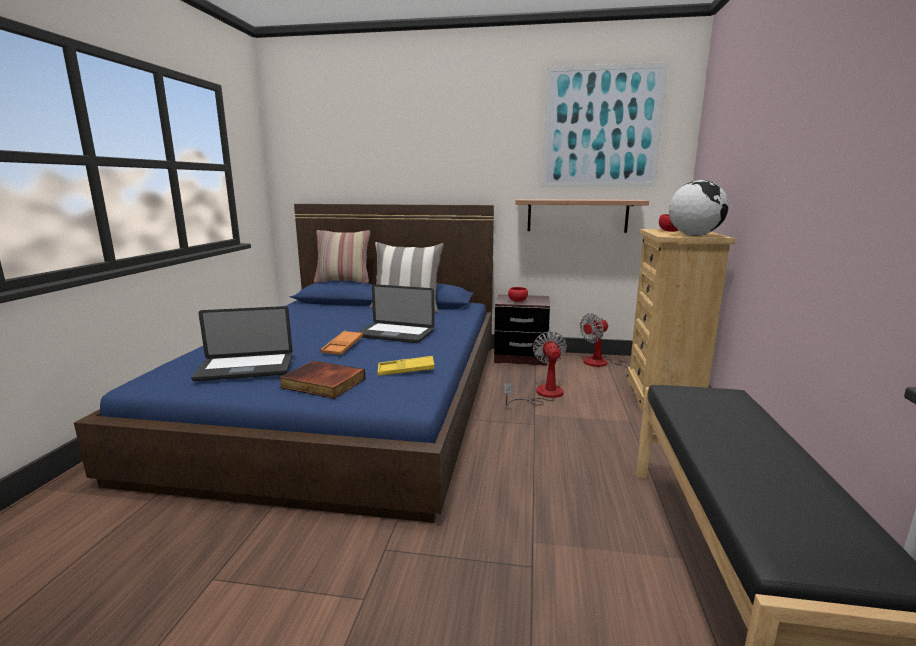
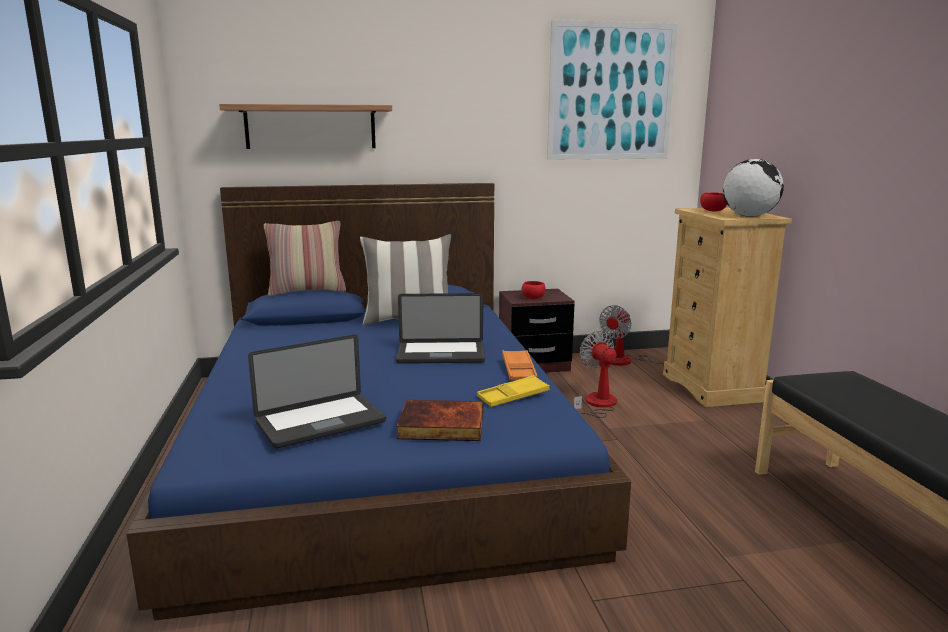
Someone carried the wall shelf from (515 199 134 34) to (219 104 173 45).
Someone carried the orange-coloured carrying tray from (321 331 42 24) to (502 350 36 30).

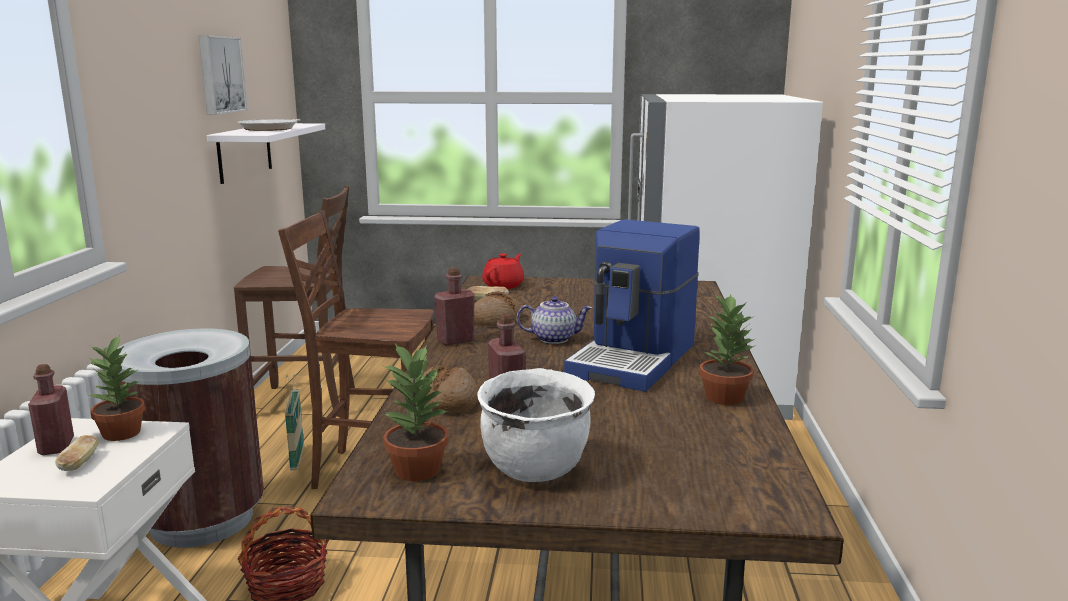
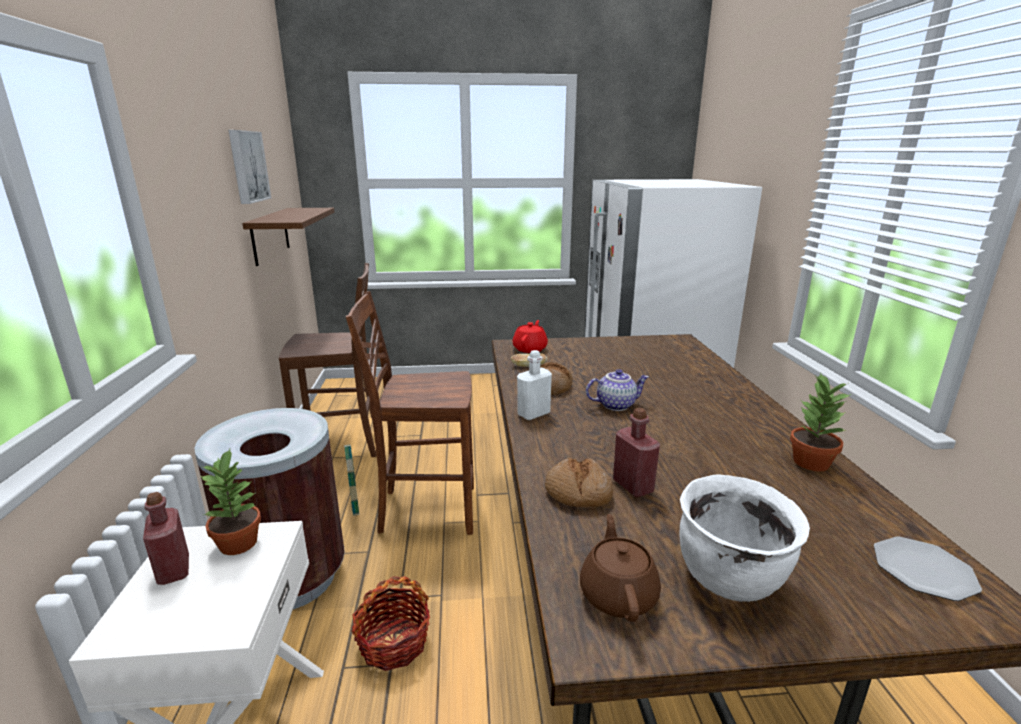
Someone repainted the white-coloured wall shelf at (207 123 118 61), which became the brownish wall shelf at (242 208 93 58).
Someone repainted the red bottle at (435 267 40 79), which became the white-coloured bottle at (517 350 35 70).
Someone swapped the potted plant at (383 343 66 138) for the brownish tea pot at (580 514 81 108).
Someone put down the flat dish at (874 536 108 65).
Someone took away the bakery bread at (55 435 44 36).
Someone took away the pan at (238 119 62 12).
Someone took away the coffee machine at (564 219 136 173).

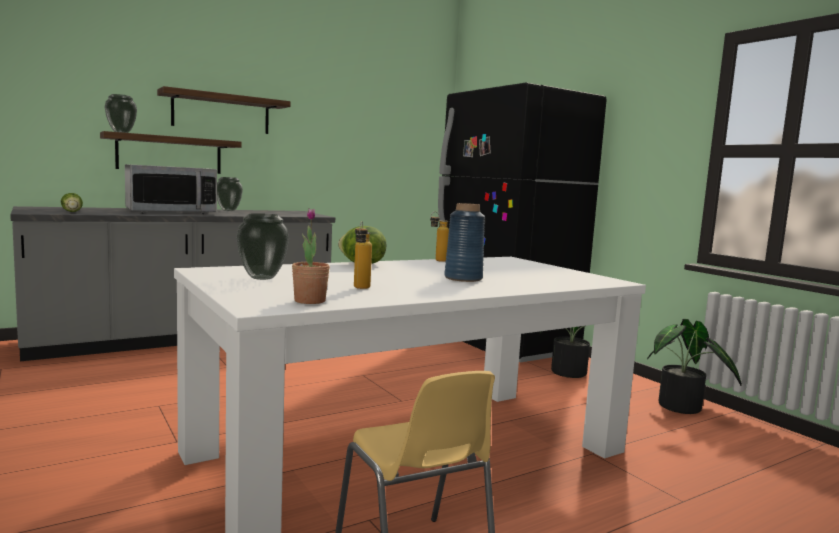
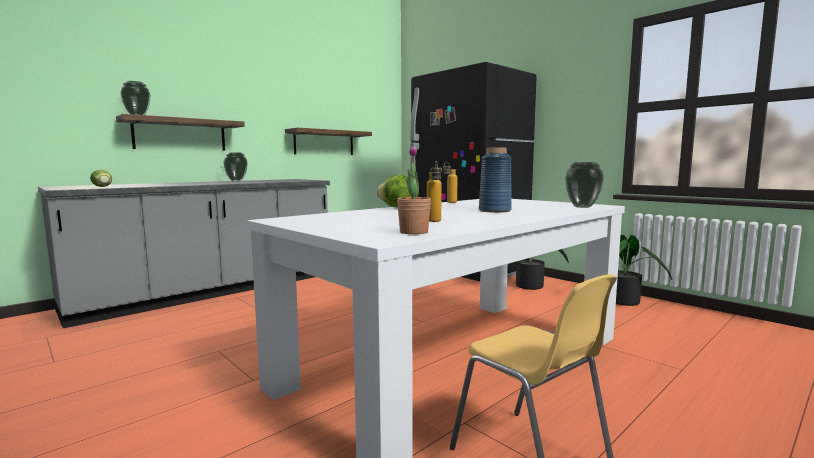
Someone carried the wall shelf from (157 86 134 48) to (285 128 87 27).
Someone carried the vase from (236 213 53 67) to (565 162 39 46).
Someone took away the microwave at (125 164 92 50).

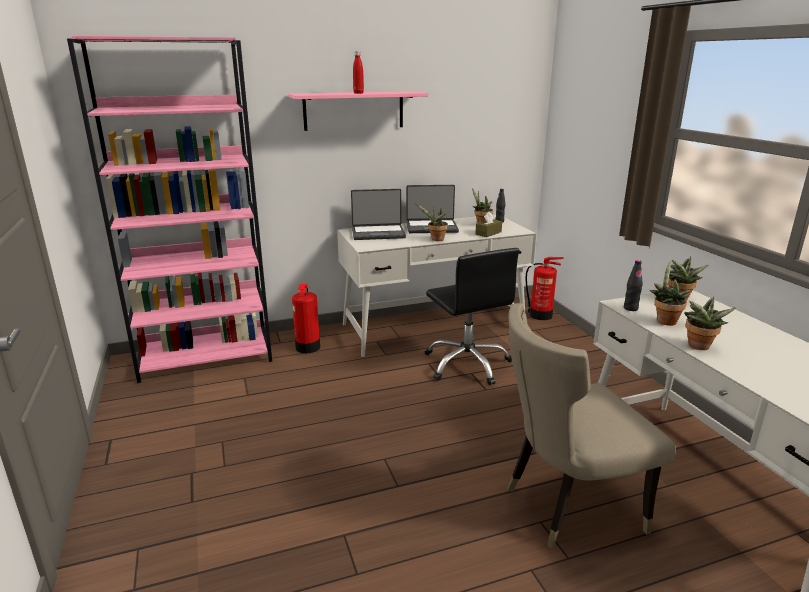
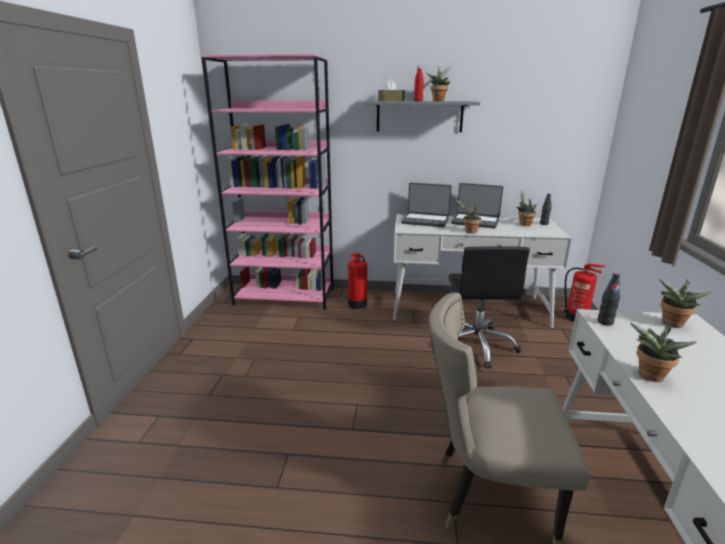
Someone repainted the pink-coloured wall shelf at (288 91 140 40), which became the gray wall shelf at (363 101 117 31).
Someone carried the brownish box of tissues from (475 212 27 25) to (378 79 27 22).
Someone carried the potted plant from (650 262 40 64) to (427 67 23 34).

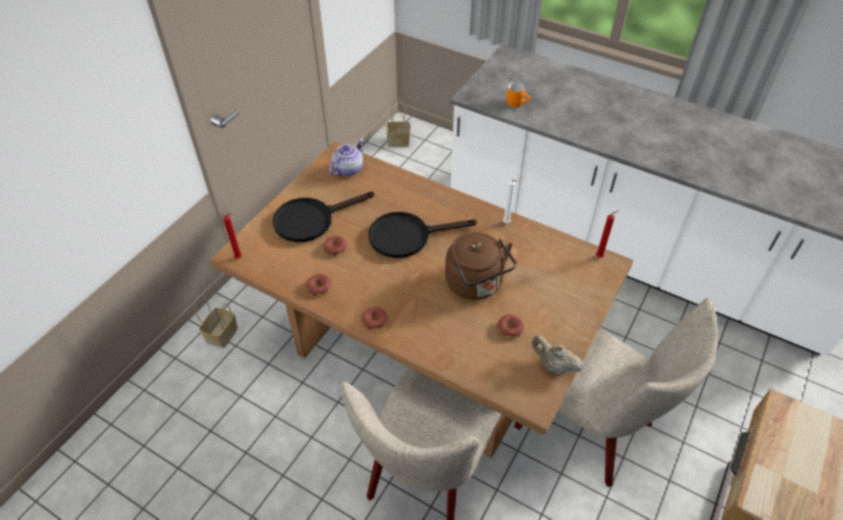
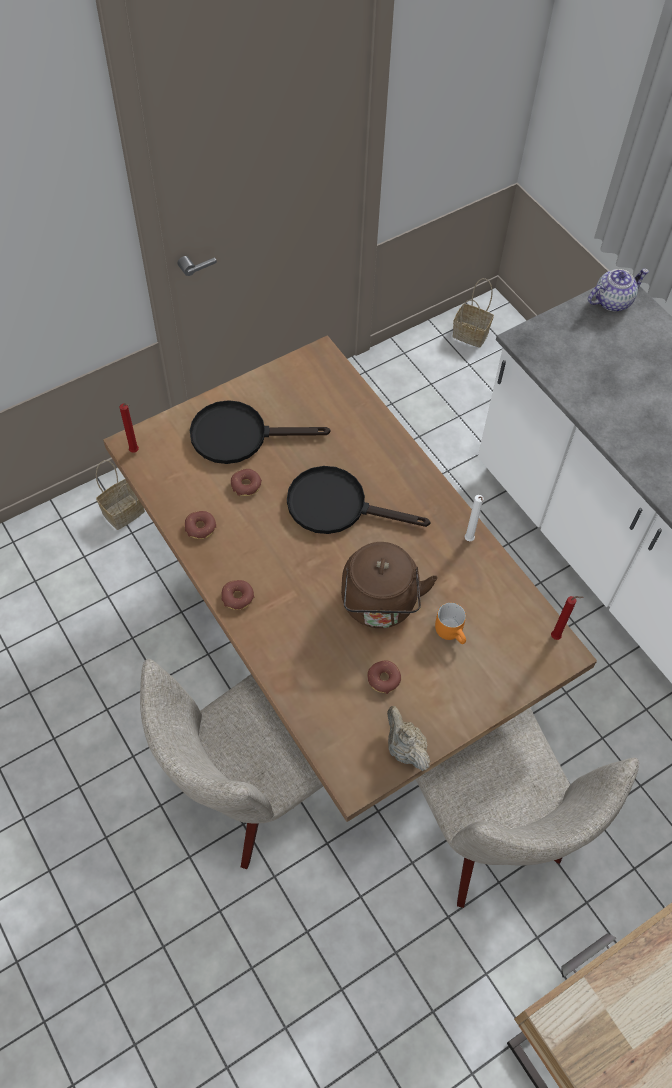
Someone carried the orange-coloured tea mug from (506 82 24 25) to (435 603 31 41).
Someone carried the tea pot from (329 139 35 37) to (588 269 61 42).

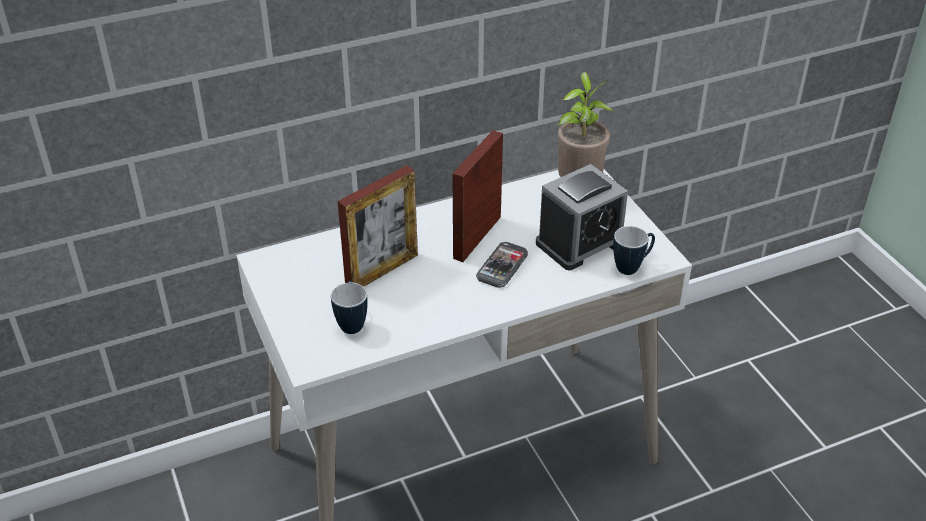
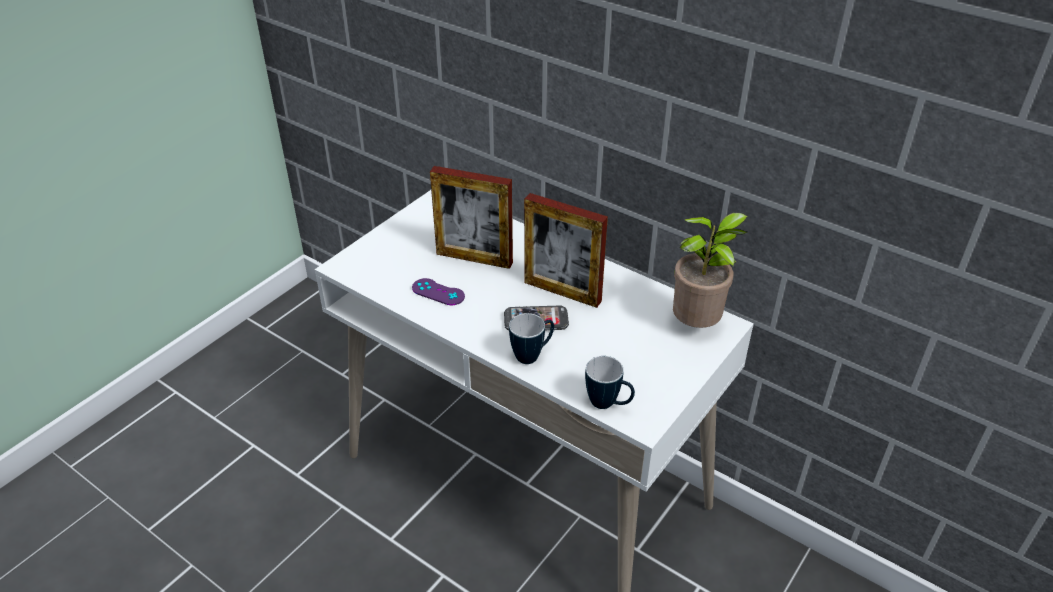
Someone put down the purple-coloured gamepad at (412 278 53 27).
Someone carried the tea mug from (331 281 37 53) to (509 313 45 51).
Someone rotated the picture frame at (452 130 51 132) by 150 degrees counterclockwise.
Someone took away the alarm clock at (536 164 92 106).

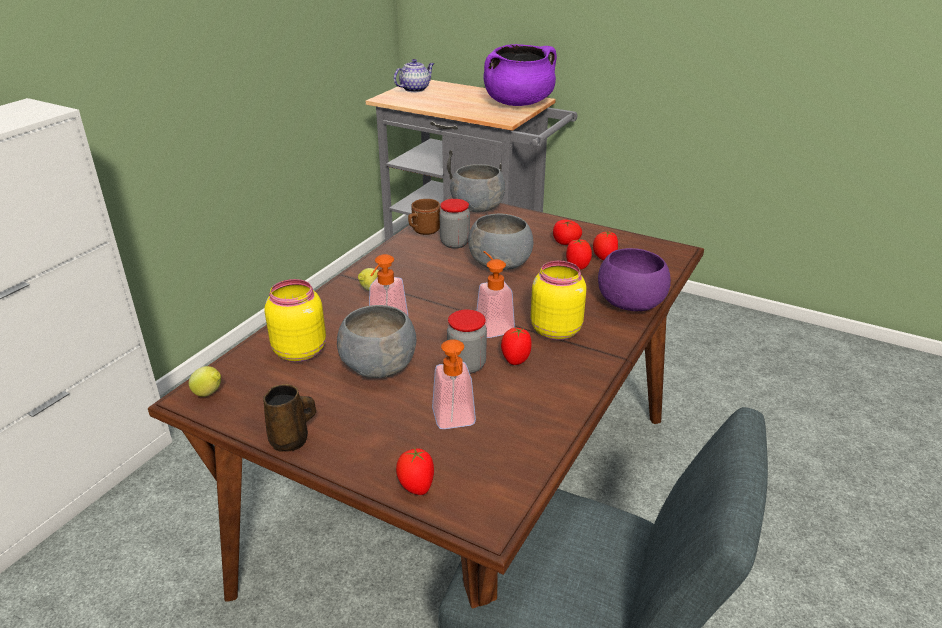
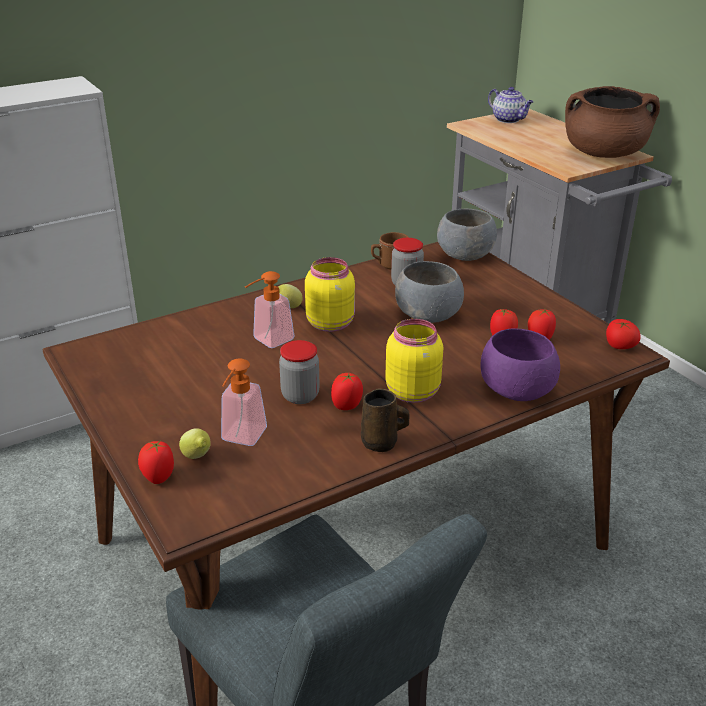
Someone carried the lemon from (189 366 32 31) to (179 428 32 31).
Someone carried the yellow jar from (264 279 62 83) to (305 257 50 75).
Someone carried the brownish tea mug from (263 384 53 68) to (361 389 48 63).
Someone rotated the tea pot at (394 59 40 33) by 60 degrees clockwise.
Someone repainted the purple-coloured saucepot at (483 44 74 62), which became the brownish saucepot at (565 86 95 72).
Someone carried the whole tomato from (553 220 29 25) to (606 319 35 30).
Someone took away the gray bowl at (337 305 80 73).
Someone took away the soap dispenser at (476 251 39 87).

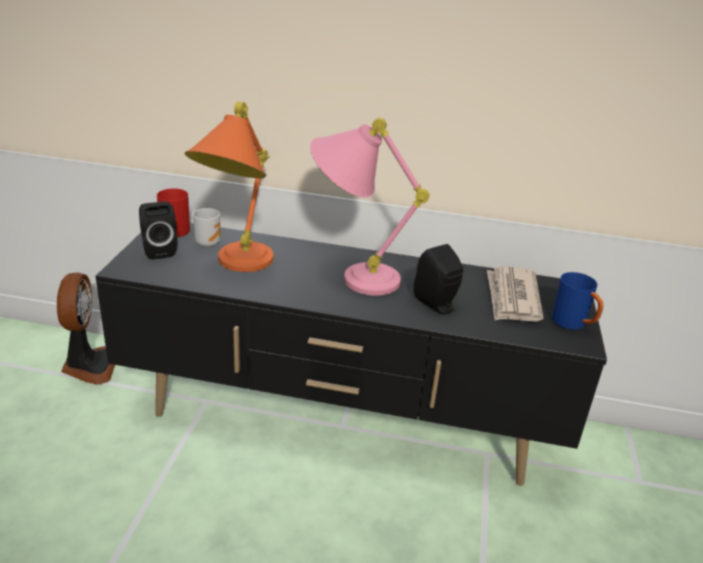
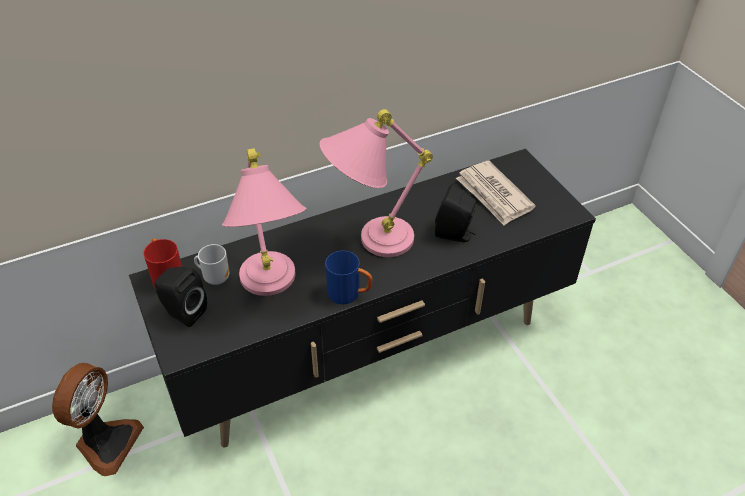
Someone rotated the cooling fan at (57 273 58 111) by 60 degrees clockwise.
Someone repainted the orange-coloured table lamp at (185 101 88 171), which became the pink-coloured table lamp at (222 148 84 148).
Someone carried the blue-coloured tea mug from (551 272 52 58) to (325 250 48 54).

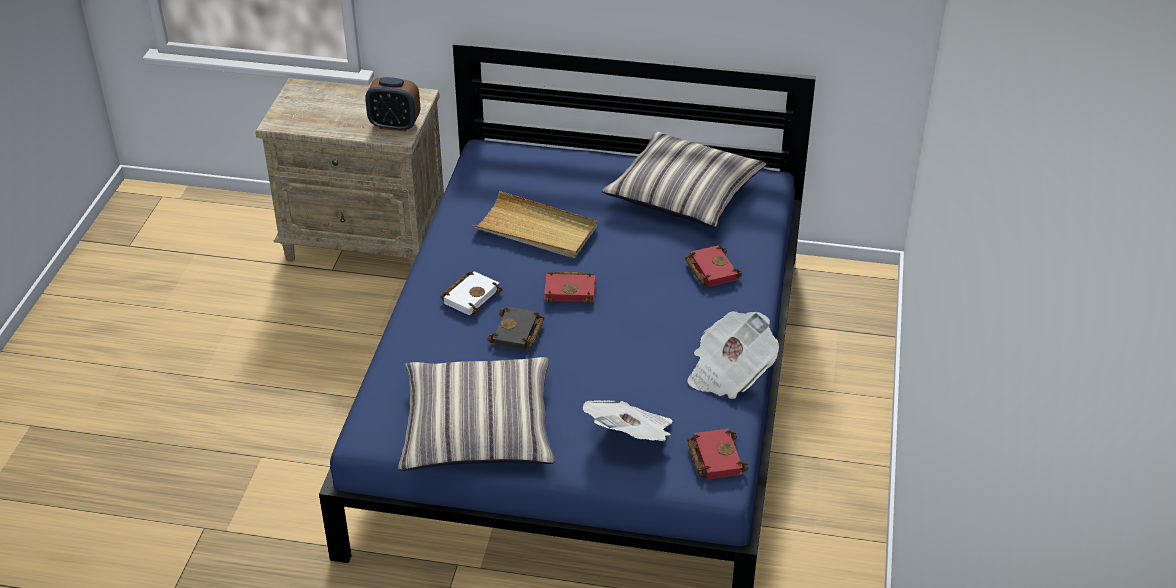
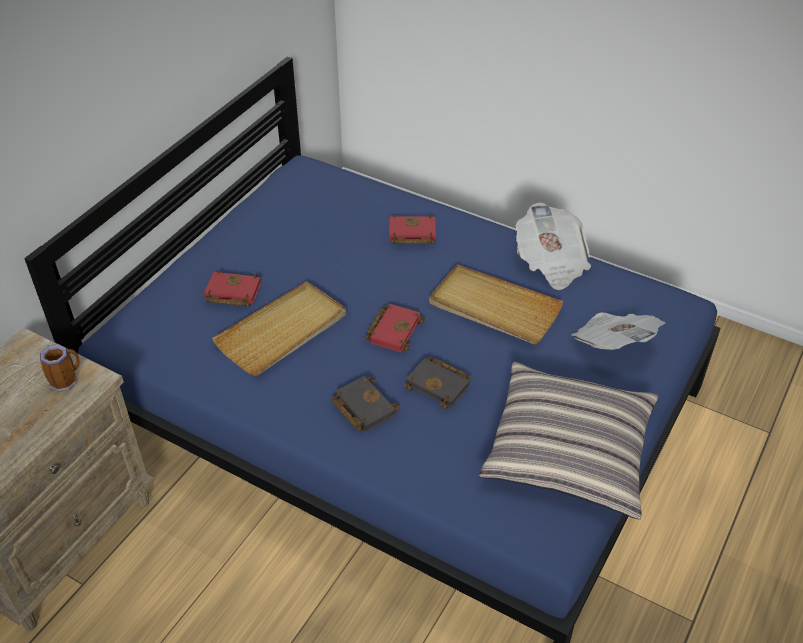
Someone swapped the alarm clock at (365 77 55 55) for the tea mug at (40 344 40 48).
Someone carried the red book from (687 429 61 50) to (204 270 57 36).
Someone repainted the white-coloured book at (440 271 63 44), which became the blackish book at (331 376 69 56).
Someone put down the beige carrying tray at (429 264 135 81).
Someone took away the pillow at (602 131 164 96).

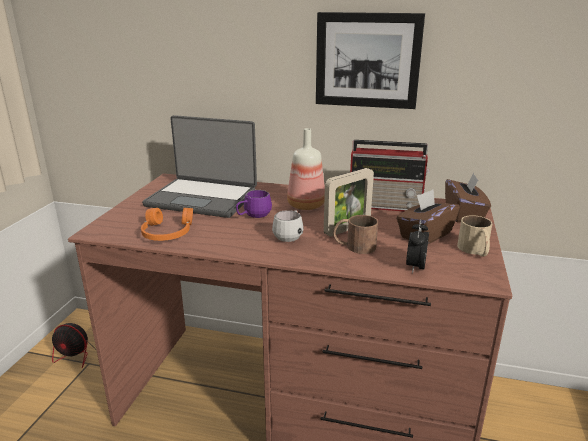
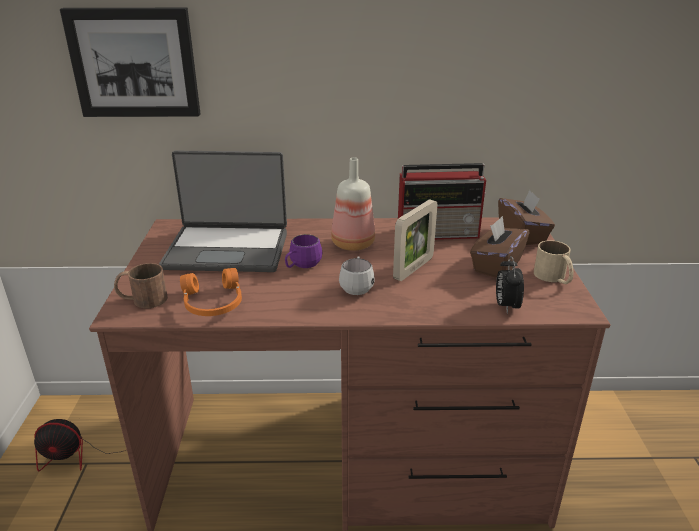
Someone carried the picture from (316 12 109 97) to (60 8 140 109).
Someone carried the brownish tea mug from (333 215 45 39) to (114 263 54 45).

